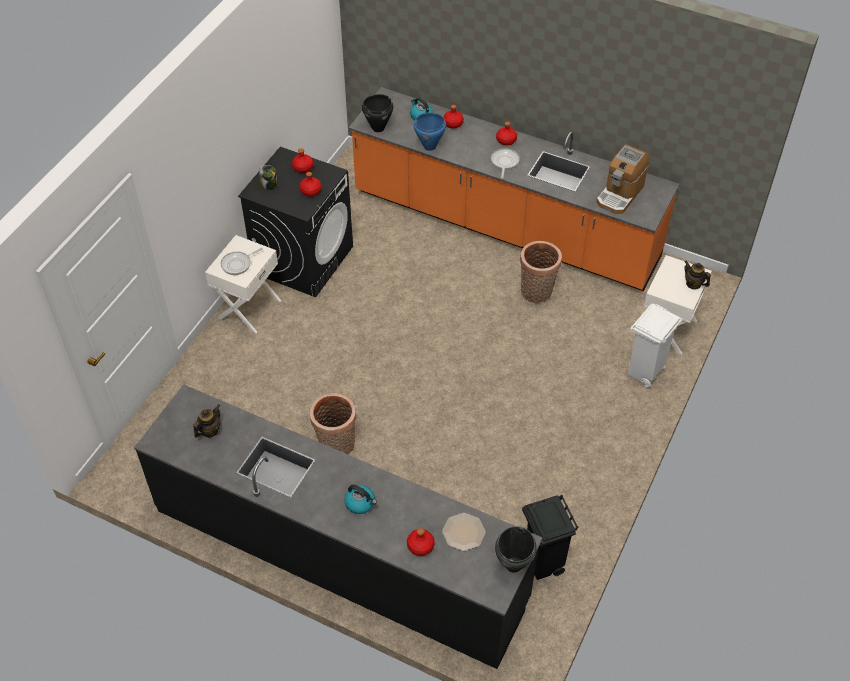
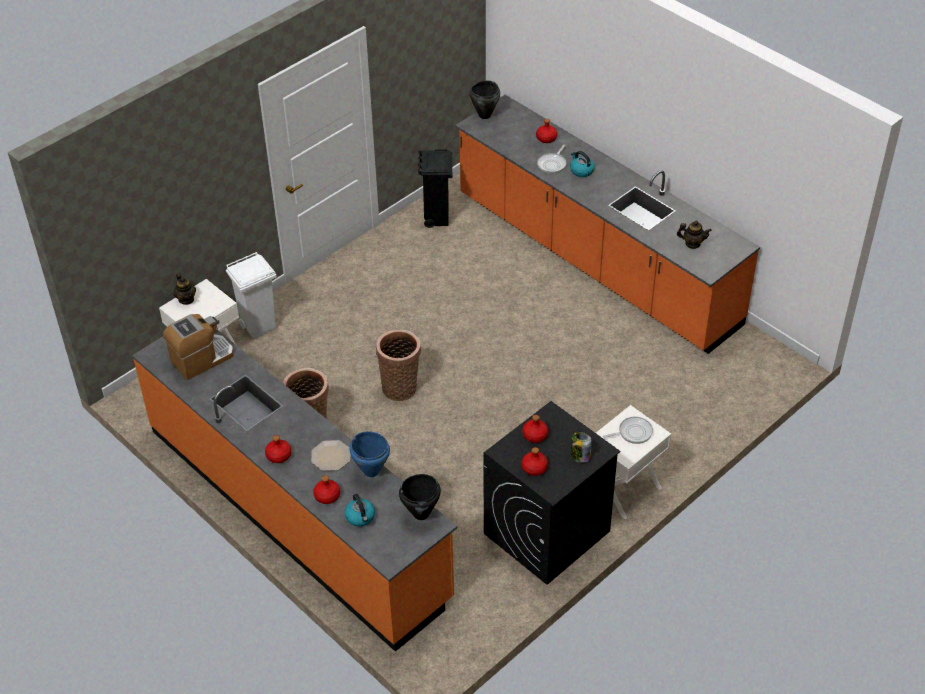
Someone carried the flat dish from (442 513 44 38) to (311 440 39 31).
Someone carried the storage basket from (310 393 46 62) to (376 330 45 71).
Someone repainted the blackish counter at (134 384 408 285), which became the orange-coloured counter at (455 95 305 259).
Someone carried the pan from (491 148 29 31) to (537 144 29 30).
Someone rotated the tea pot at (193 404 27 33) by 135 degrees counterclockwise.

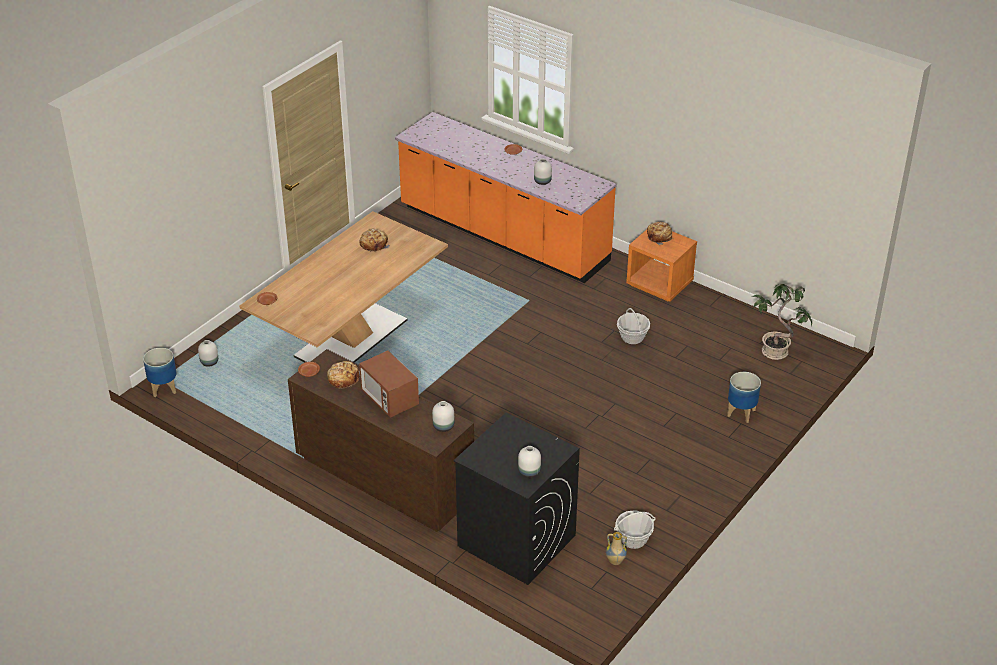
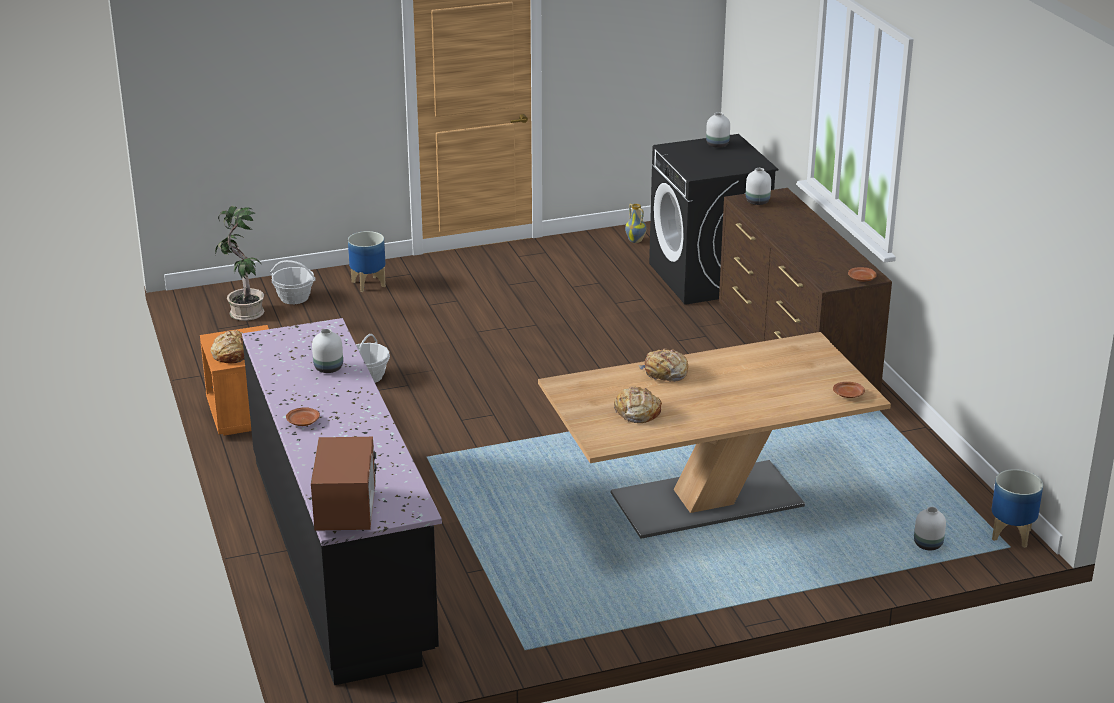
Someone repainted the orange-coloured counter at (395 112 221 171), which became the blackish counter at (242 318 200 367).
Someone carried the storage basket from (614 510 42 39) to (270 260 46 44).
Someone carried the microwave from (359 351 60 67) to (311 437 67 94).
Someone carried the bakery bread from (327 361 33 28) to (638 348 50 34).

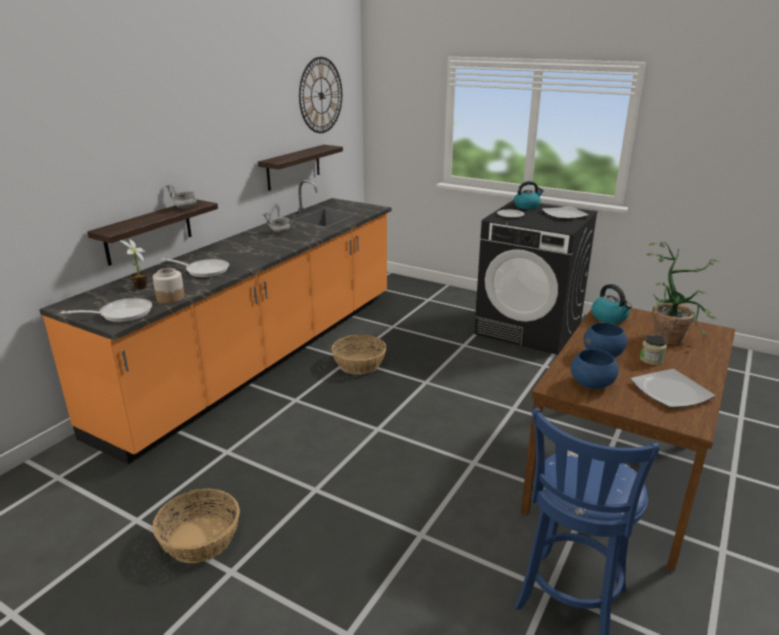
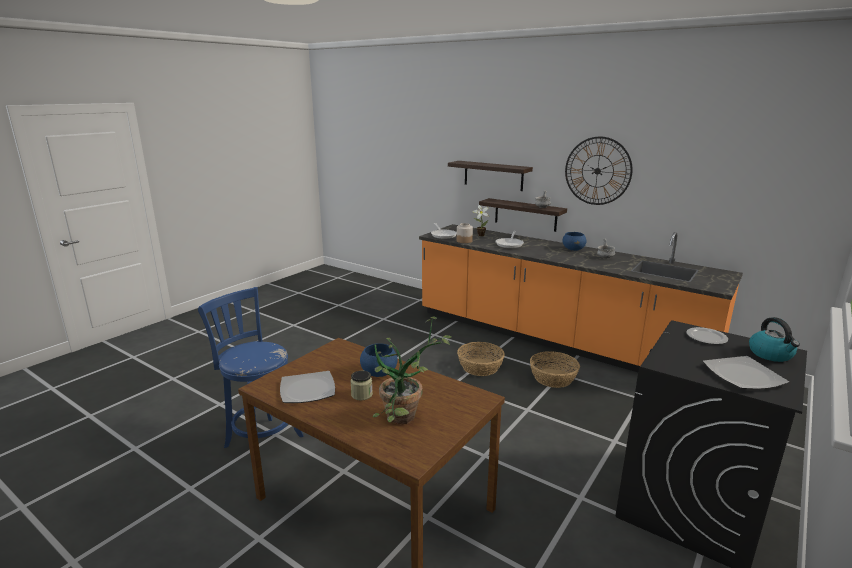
Someone carried the wall shelf from (258 145 85 46) to (448 161 85 30).
Someone carried the storage basket from (152 488 88 75) to (457 342 48 34).
Someone carried the blue-coloured bowl from (571 349 48 40) to (562 232 24 19).
Someone carried the wall clock from (299 57 43 76) to (565 137 68 68).
Someone took away the tea kettle at (591 284 41 39).

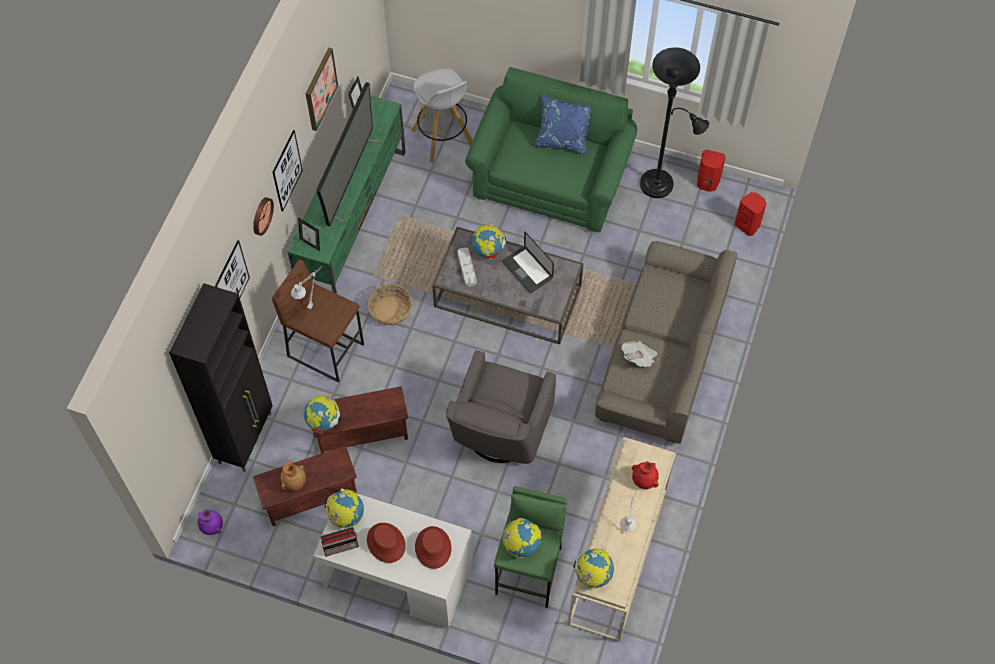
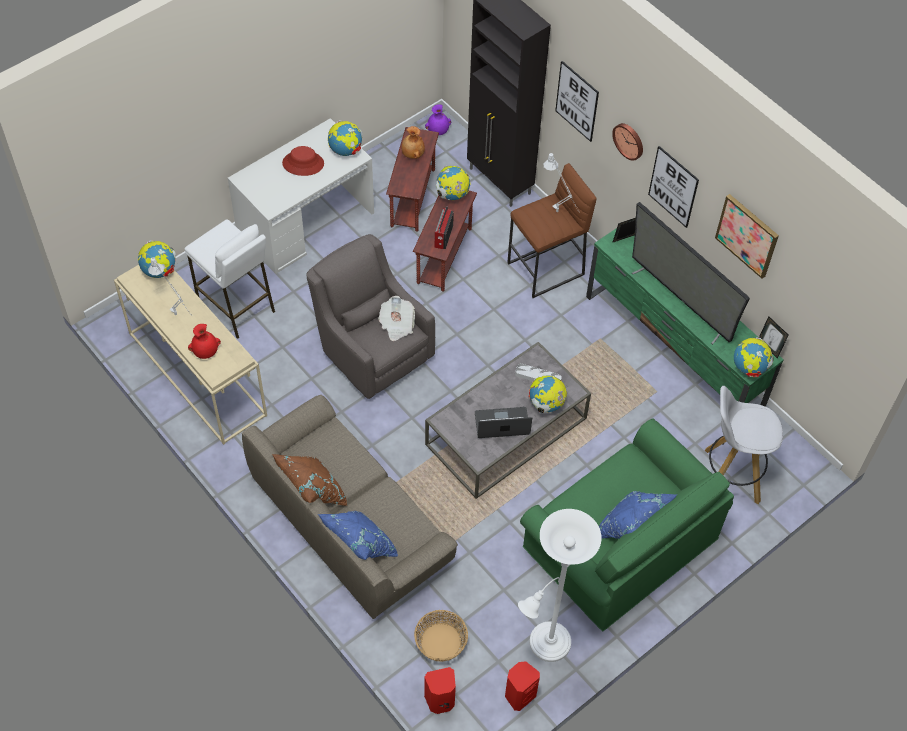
Someone repainted the green-coloured sitting stool at (494 486 73 122), which became the white-coloured sitting stool at (185 219 90 120).
Someone put down the brownish pillow at (272 454 75 52).
Someone put down the blue-coloured pillow at (318 511 80 49).
Someone carried the daily paper from (621 341 37 26) to (378 296 37 45).
Someone carried the storage basket from (368 284 44 41) to (414 610 54 52).
Someone carried the radio from (320 527 39 30) to (434 206 20 43).
Someone repainted the blackish standing lamp at (640 47 69 151), which became the white-coloured standing lamp at (518 509 84 153).
Someone carried the globe from (502 518 39 40) to (734 337 40 40).
Someone took away the red clothing hat at (415 526 36 43).

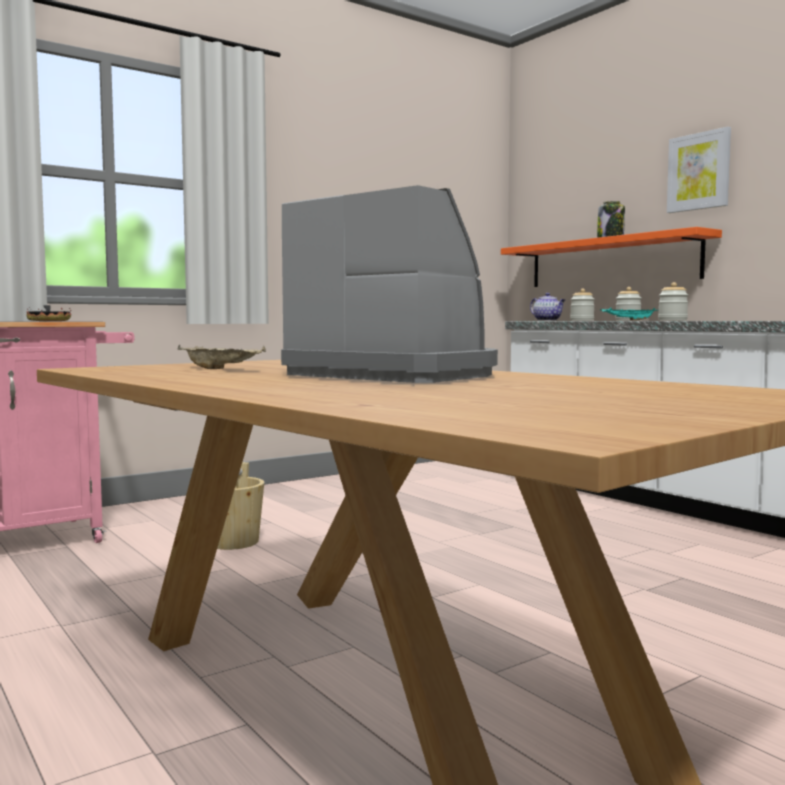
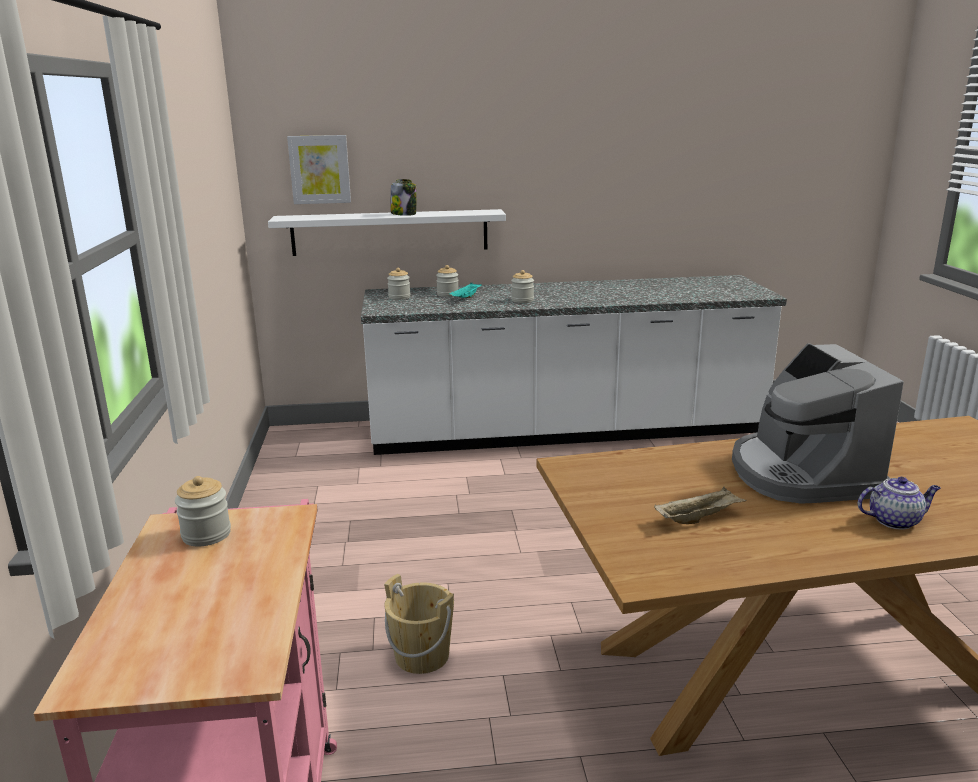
Someone swapped the pan at (26 305 45 16) for the jar at (175 476 56 71).
Someone repainted the orange-coloured wall shelf at (501 227 221 60), which became the white-coloured wall shelf at (268 209 238 47).
Someone carried the picture from (667 127 64 86) to (287 135 64 69).
Someone rotated the coffee machine at (281 185 217 198) by 75 degrees counterclockwise.
Someone carried the tea pot from (530 293 35 28) to (858 477 83 53).

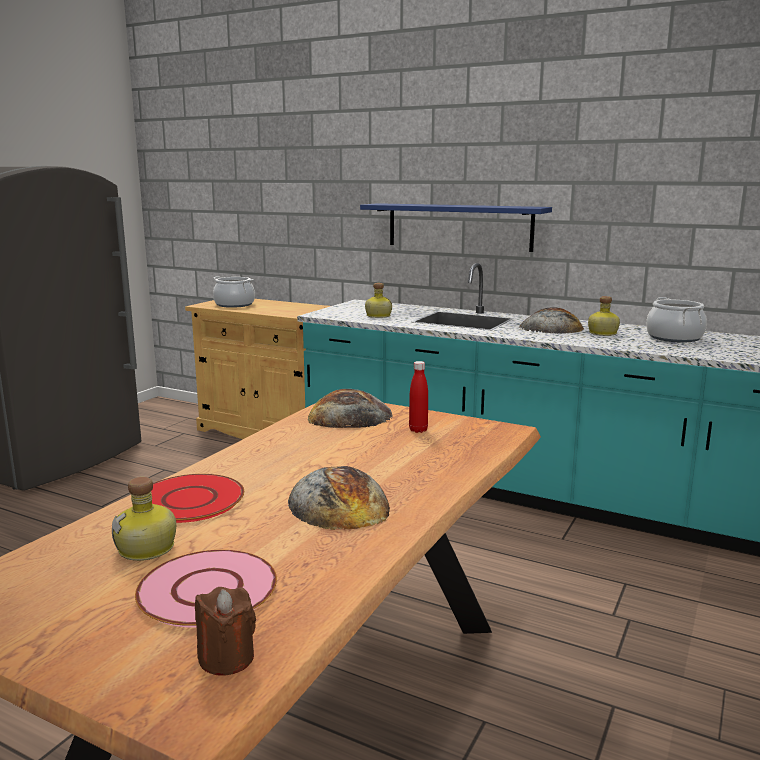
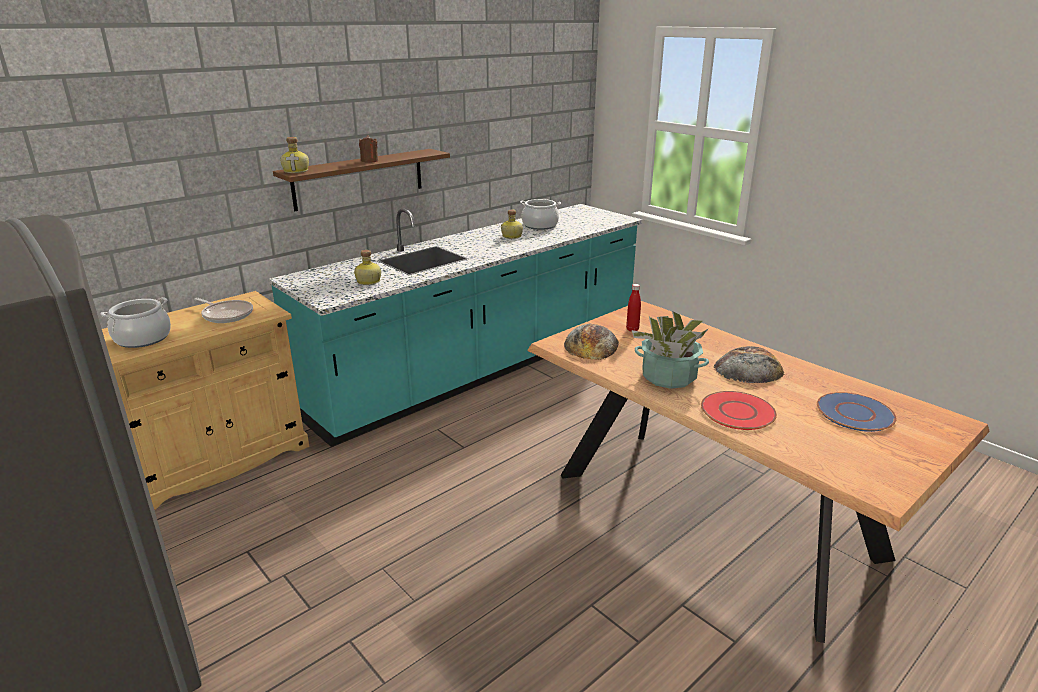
Someone put down the pan at (194 298 59 25).
Someone repainted the blue-coloured wall shelf at (360 203 192 49), which became the brownish wall shelf at (273 149 177 62).
Someone carried the bottle from (112 477 64 84) to (280 137 29 36).
Someone carried the brownish wax candle from (195 587 61 88) to (359 135 19 28).
Someone put down the potted plant at (632 311 77 78).
Someone repainted the pink-coloured flat dish at (135 550 142 78), which became the blue-coloured flat dish at (817 392 80 40).
Someone took away the bakery bread at (520 307 64 26).

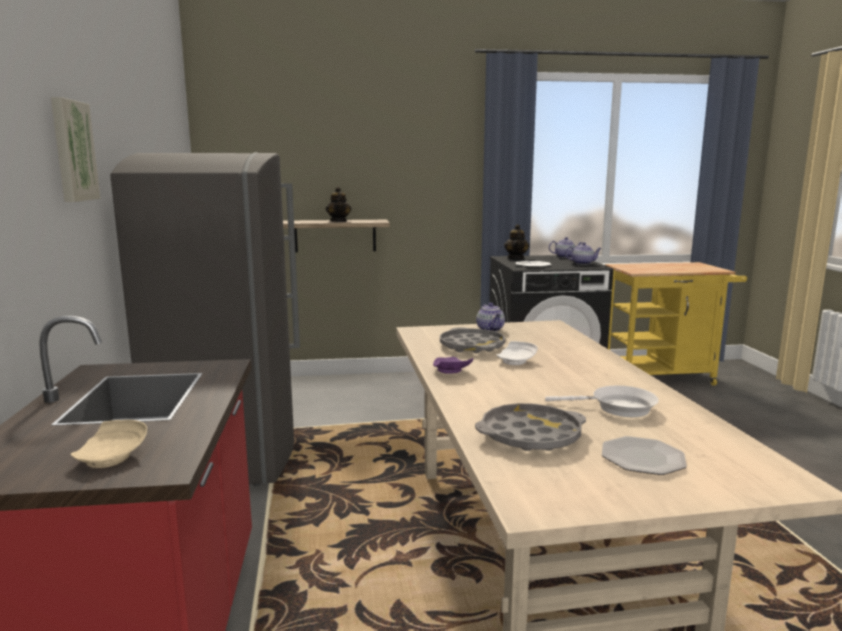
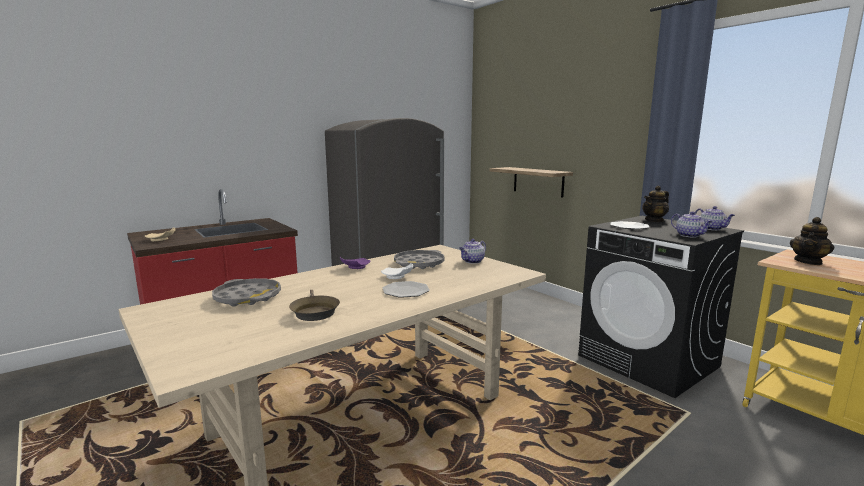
Someone repainted the white-coloured pan at (545 386 114 31), which became the brownish pan at (289 290 51 31).
Someone carried the flat dish from (602 436 85 39) to (383 281 47 17).
Someone carried the tea pot from (326 187 25 35) to (790 217 45 48).
Someone took away the picture at (51 97 49 105).

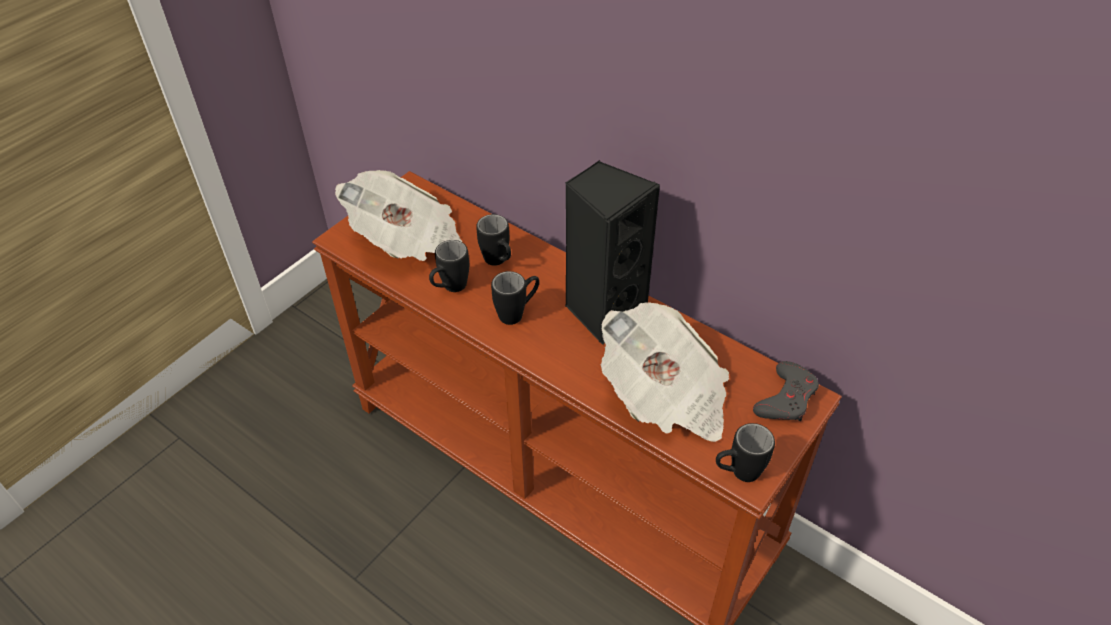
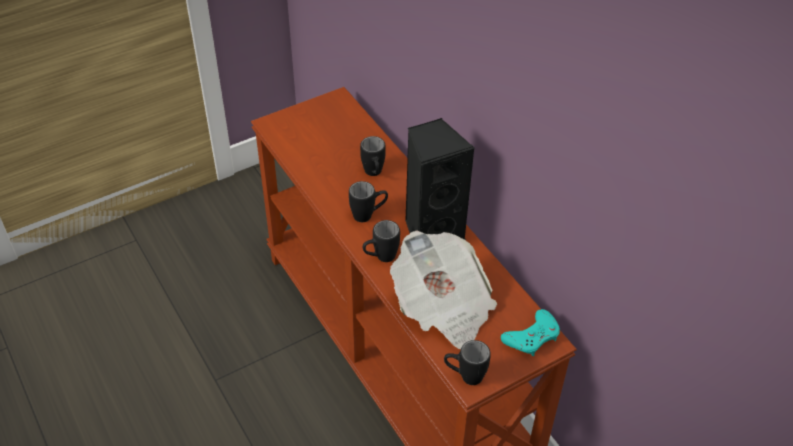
Someone carried the blackish tea mug from (429 240 40 52) to (363 220 37 42).
Someone repainted the gray gamepad at (753 361 66 60), which became the blue-green gamepad at (501 309 59 47).
Someone took away the daily paper at (335 170 127 91).

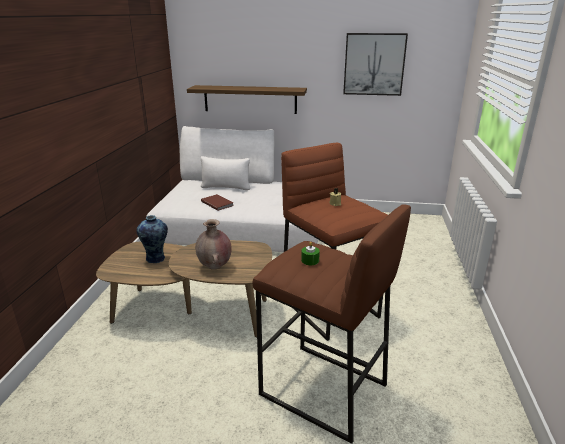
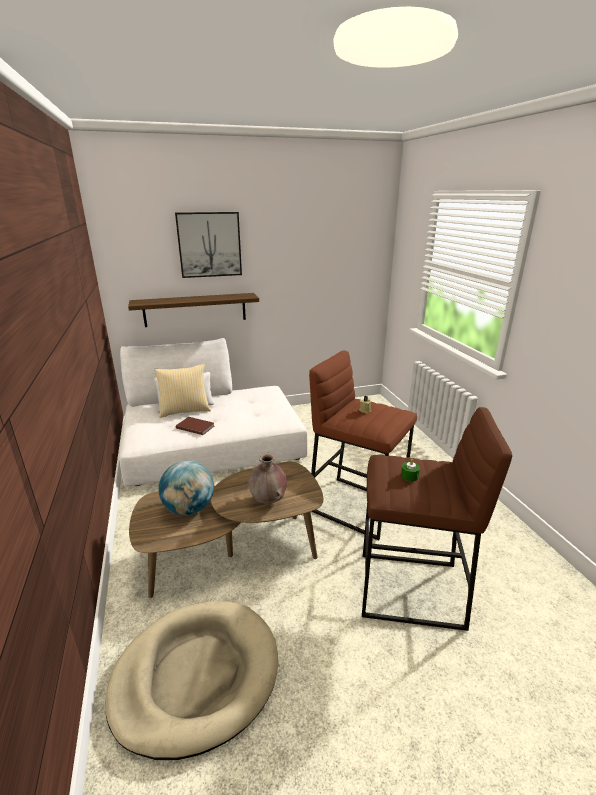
Someone put down the beige dog bed at (105 601 173 159).
Someone put down the pillow at (154 364 57 54).
Someone swapped the vase at (136 215 32 48) for the globe at (158 461 56 54).
Someone carried the picture from (343 33 65 63) to (175 212 67 66).

